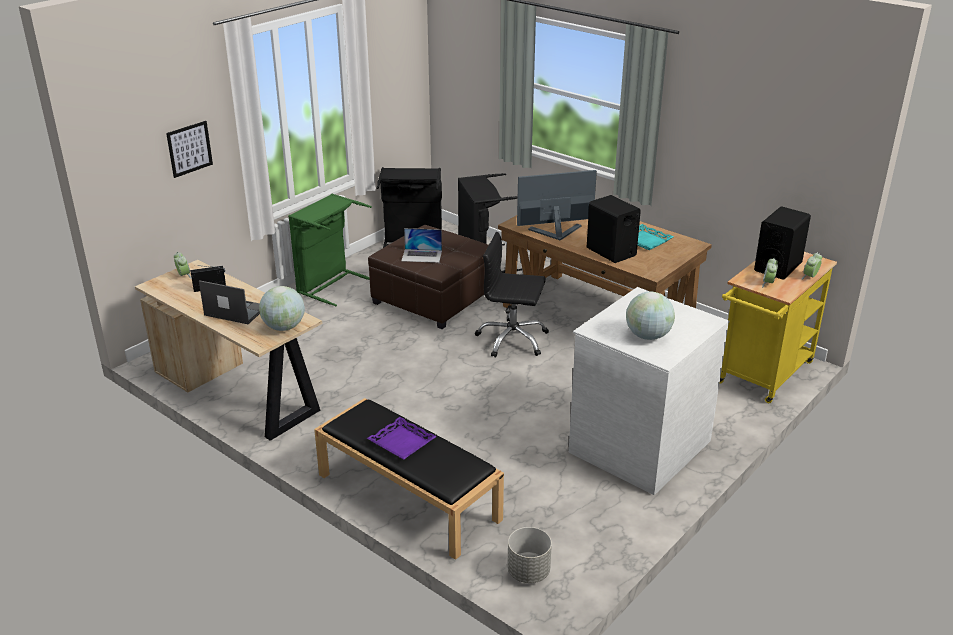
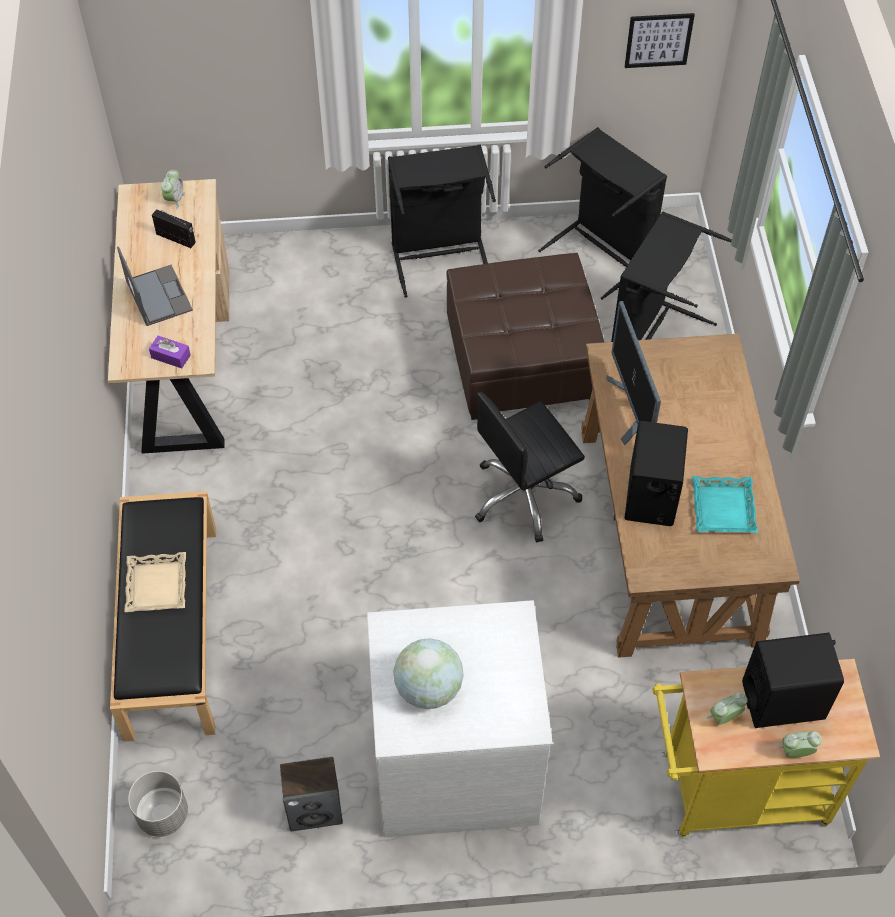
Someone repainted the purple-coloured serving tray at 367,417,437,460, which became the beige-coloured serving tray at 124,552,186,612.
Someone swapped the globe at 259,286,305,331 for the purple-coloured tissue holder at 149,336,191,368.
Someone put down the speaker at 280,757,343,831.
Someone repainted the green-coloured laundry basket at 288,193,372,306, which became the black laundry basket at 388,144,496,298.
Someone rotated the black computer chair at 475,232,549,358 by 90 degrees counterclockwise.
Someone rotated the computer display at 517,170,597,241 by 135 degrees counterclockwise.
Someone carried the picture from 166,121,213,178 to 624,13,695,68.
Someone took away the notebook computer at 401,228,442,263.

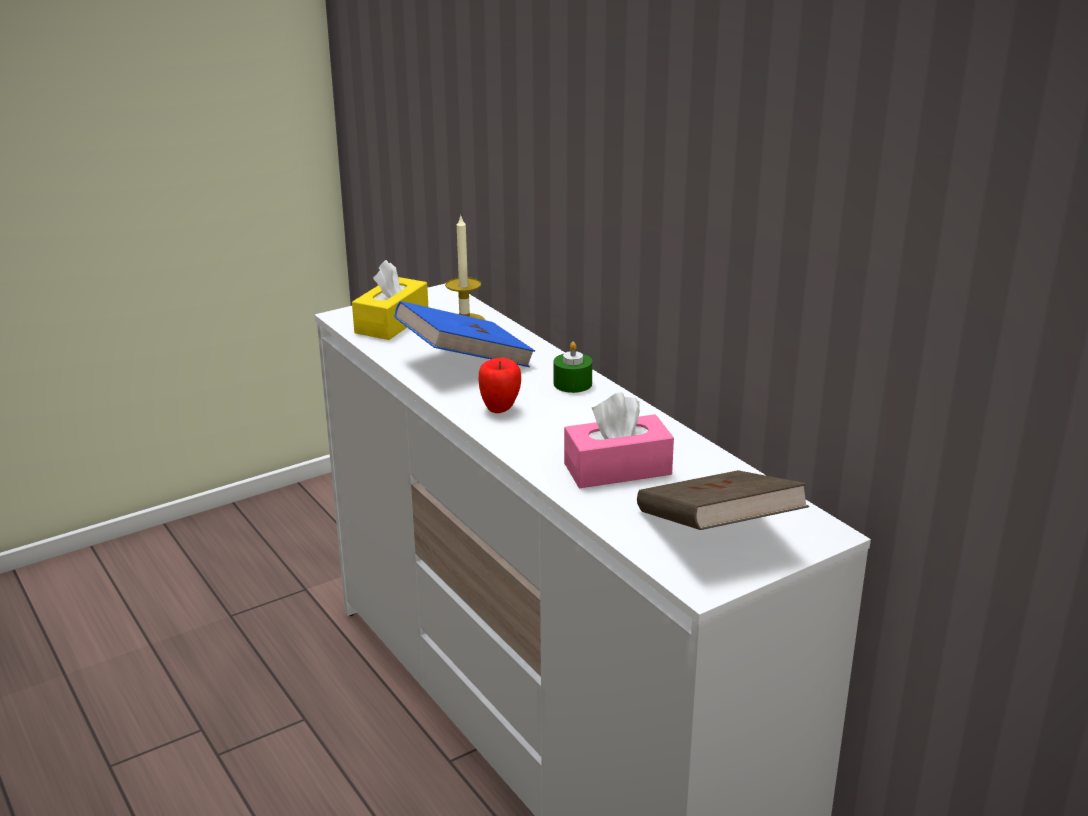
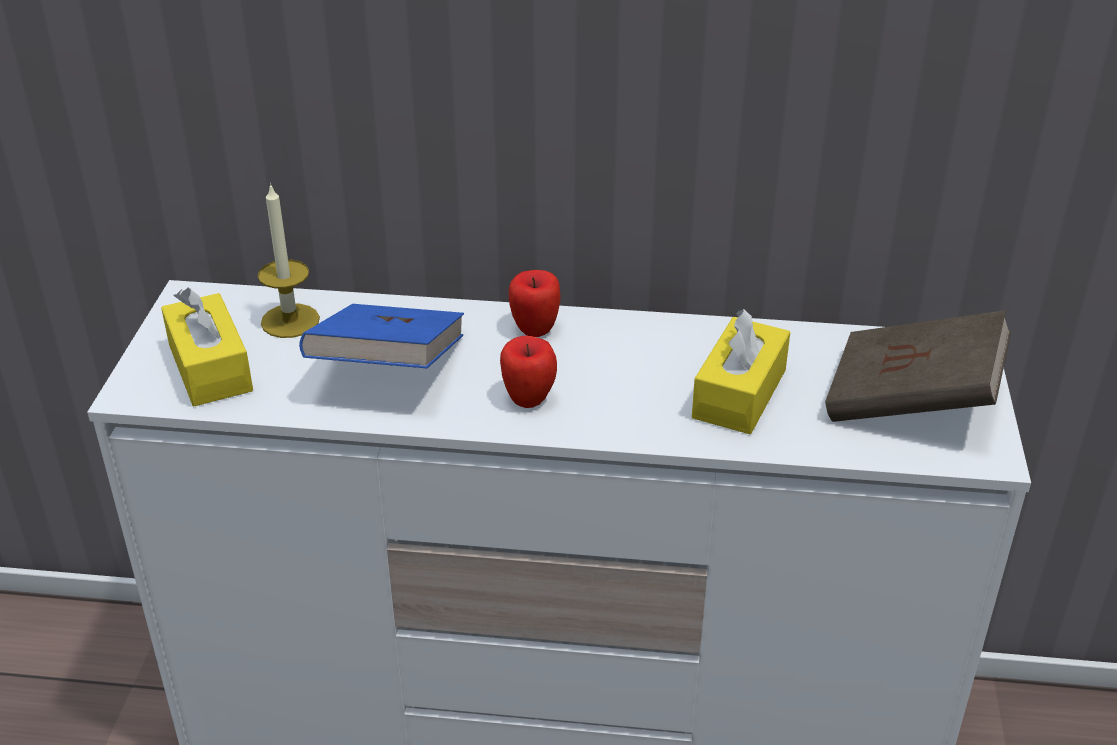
Someone swapped the green-coloured candle at 554,341,592,393 for the apple fruit at 509,270,560,337.
Someone repainted the pink tissue holder at 564,392,674,488, which became the yellow-coloured tissue holder at 692,309,790,434.

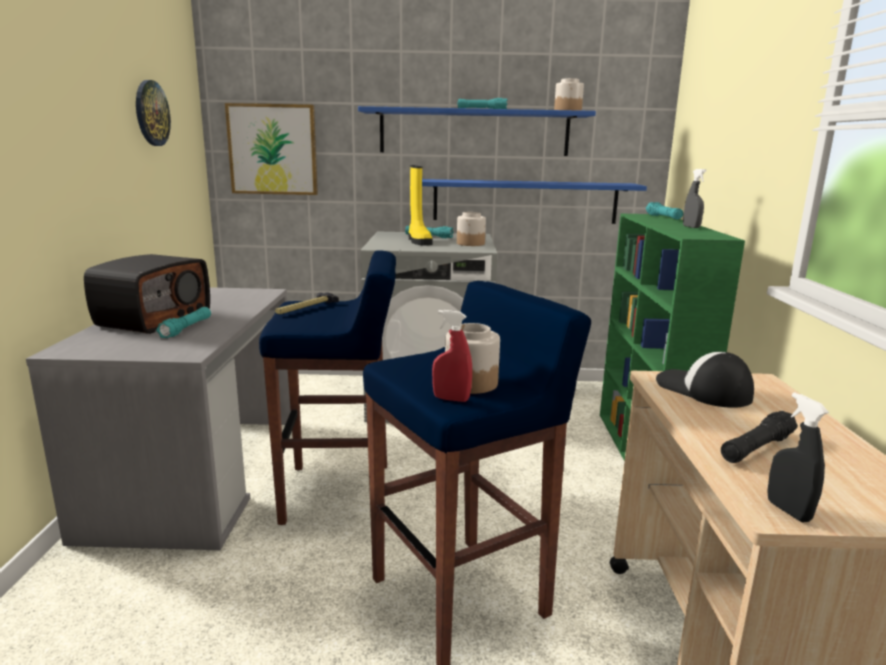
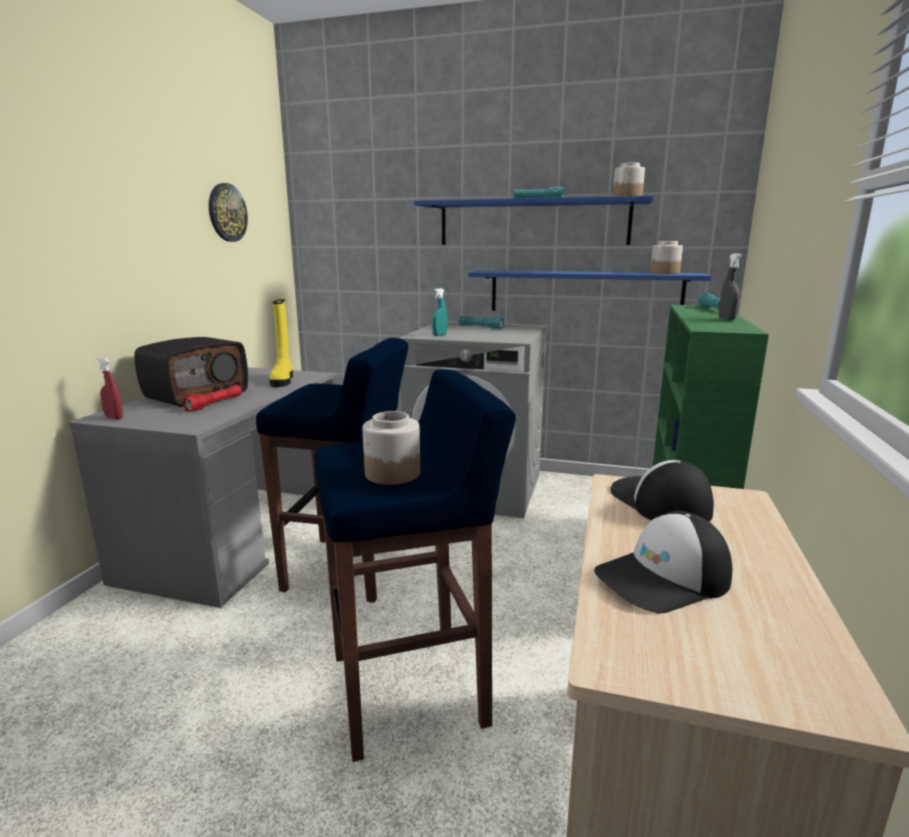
Someone carried the red-coloured sprayer from 432,310,472,402 to 96,357,123,419.
Someone repainted the turquoise-coloured torch at 156,307,211,338, which became the red-coloured torch at 182,385,242,411.
Someone carried the yellow-coloured tall boot from 408,165,433,246 to 269,299,293,387.
Someone put down the turquoise-coloured sprayer at 432,288,447,336.
Someone swapped the black torch at 721,411,798,463 for the cap at 594,511,732,614.
Someone carried the storage jar from 457,212,486,246 to 650,241,683,274.
Someone took away the picture at 225,103,318,195.
Someone took away the hand hammer at 275,292,339,314.
Someone took away the black sprayer at 767,393,829,523.

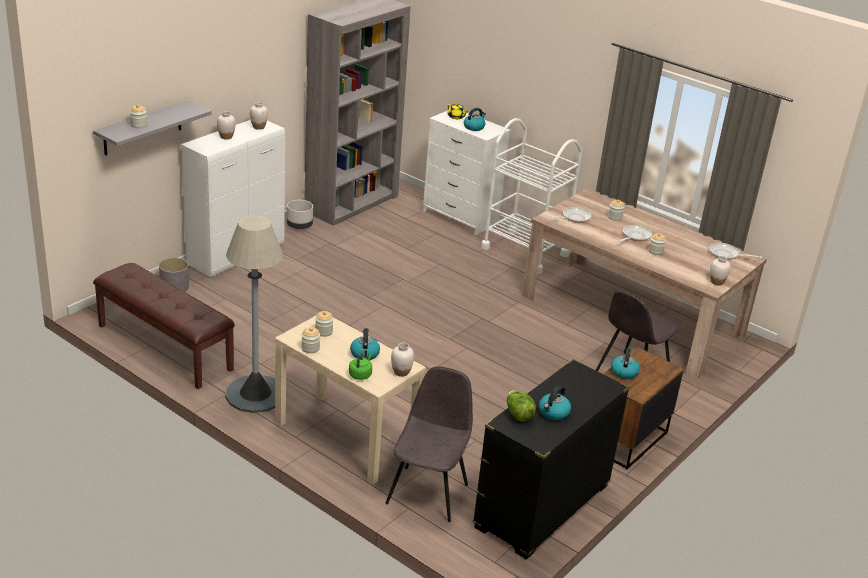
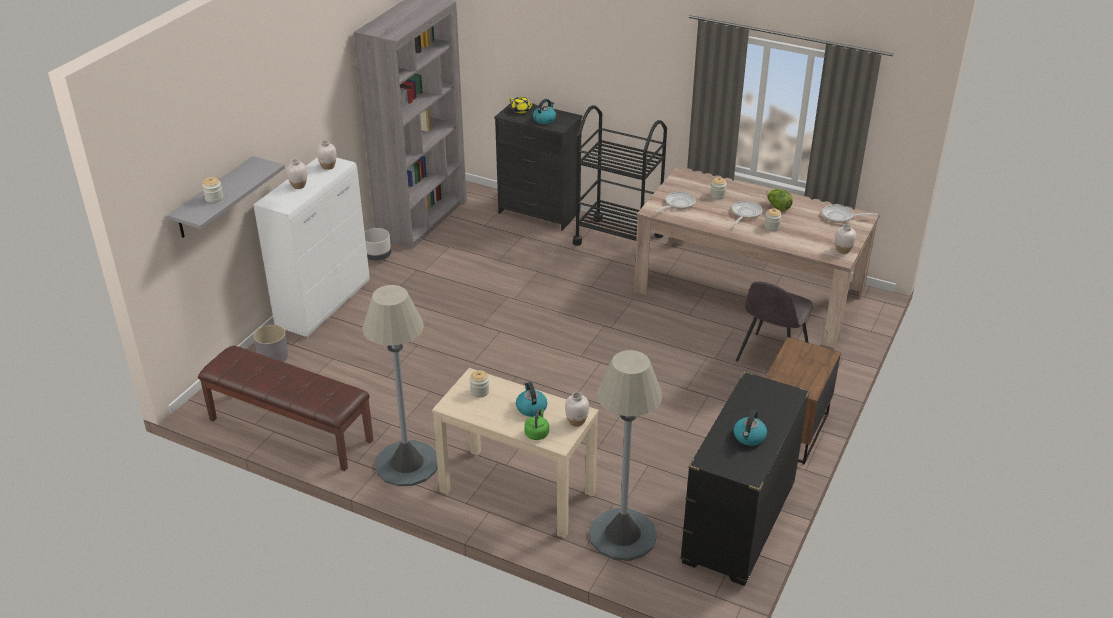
Someone repainted the whitish drawer chest at 423,111,511,235, which became the black drawer chest at 494,101,582,231.
Someone repainted the whitish wheeled cart at 481,118,583,274, which became the black wheeled cart at 573,105,667,259.
Someone swapped the gray chair at 386,366,473,522 for the gray standard lamp at 589,350,662,561.
Someone carried the head of lettuce from 507,390,536,421 to 766,189,793,211.
Someone took away the storage jar at 301,327,320,353.
Someone took away the kettle at 611,348,640,379.

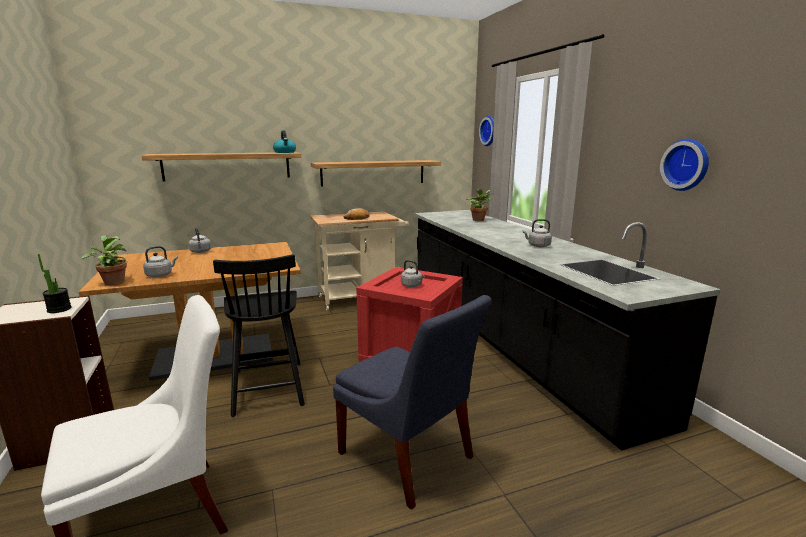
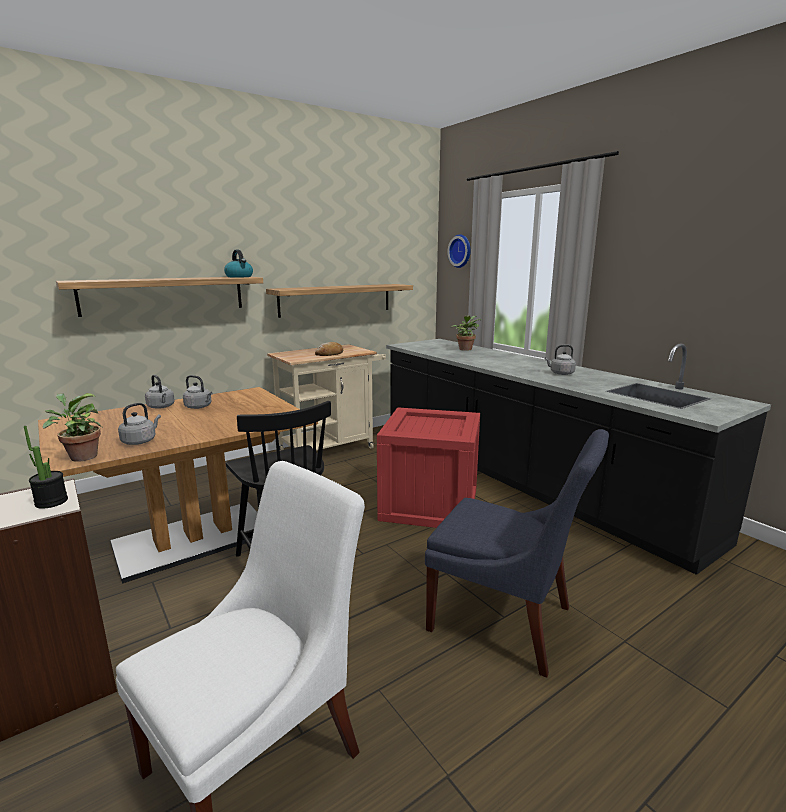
Someone carried the gray kettle from 401,260,425,287 to 183,375,213,409.
Someone took away the clock on the wall at 660,139,709,191.

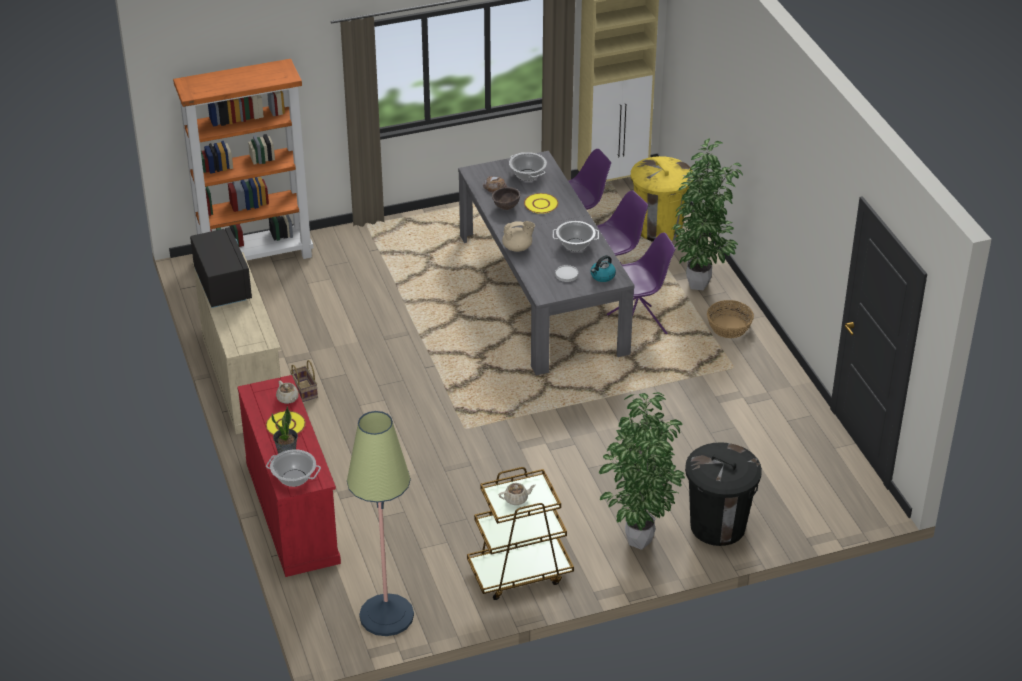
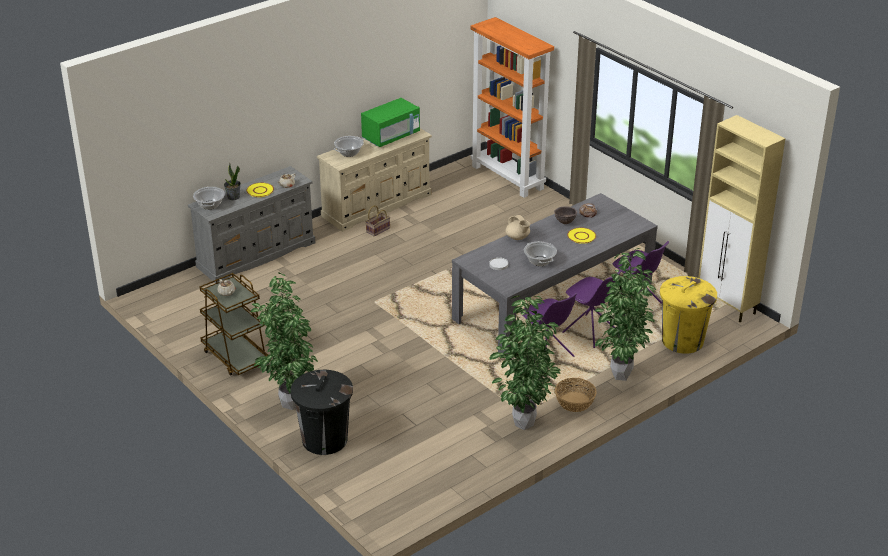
Someone repainted the red-coloured drawer chest at 237,375,341,577, which became the gray drawer chest at 188,166,316,283.
Someone carried the stockpot from 509,152,547,181 to 334,136,364,157.
Someone repainted the black microwave at 190,227,252,308, which became the green-coloured microwave at 361,98,420,147.
Someone put down the plant in a pot at 489,295,561,430.
Someone took away the standard lamp at 347,411,414,636.
Someone took away the kettle at 591,255,616,282.

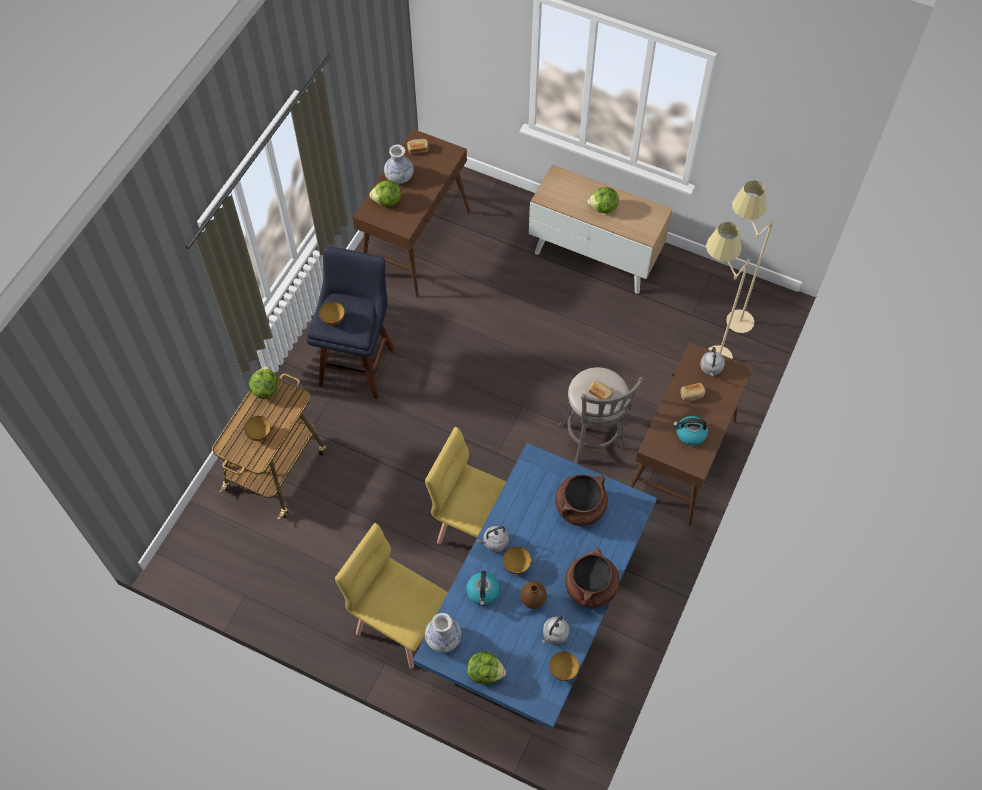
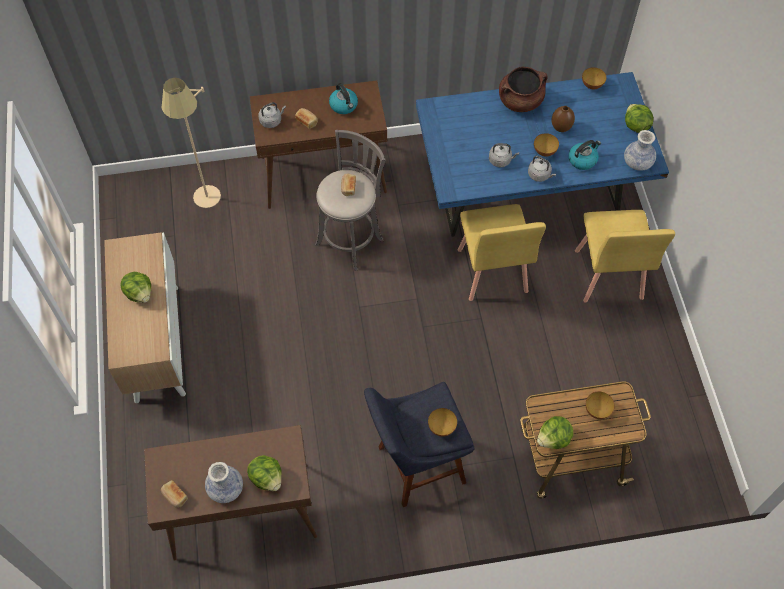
Someone carried the gray kettle from 542,616,570,645 to 489,143,519,167.
Someone took away the brown stockpot at 555,475,608,526.
Someone took away the beige-coloured standard lamp at 726,180,774,333.

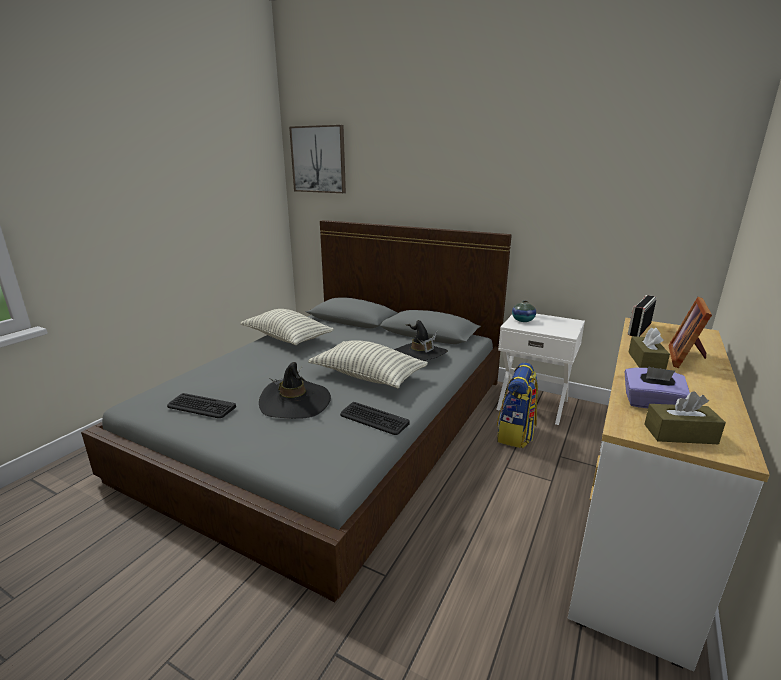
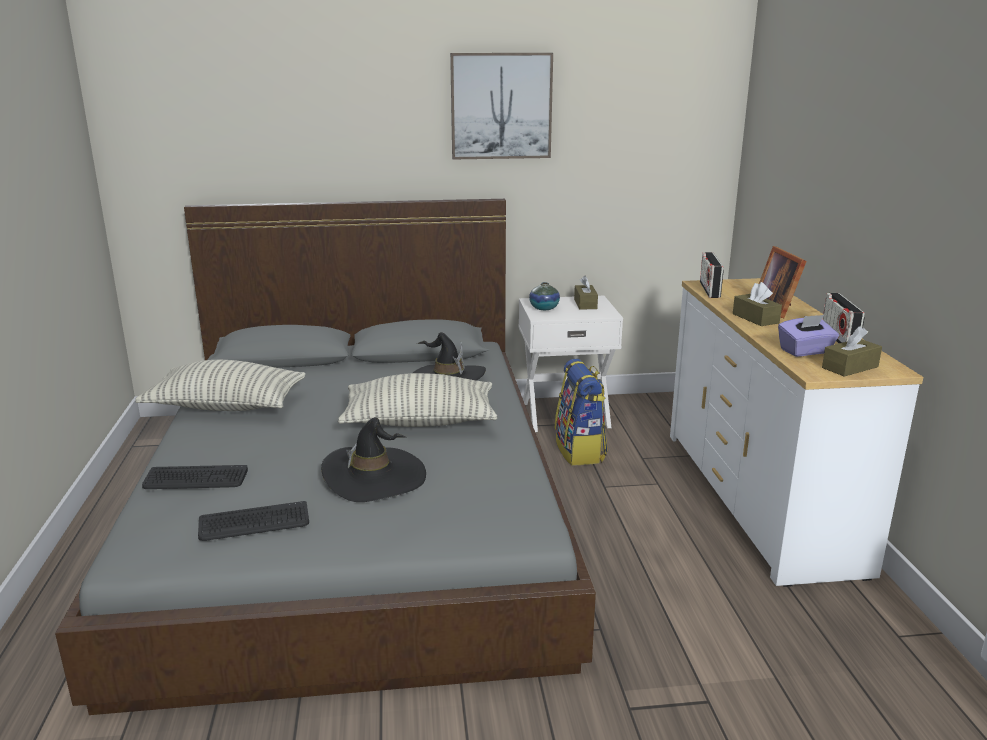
Someone carried the PC keyboard from 340,402,410,435 to 142,465,248,489.
Someone carried the picture from 289,125,346,193 to 450,53,553,159.
Someone put down the brown tissue holder at 574,276,598,309.
Someone put down the radio receiver at 822,293,865,344.

